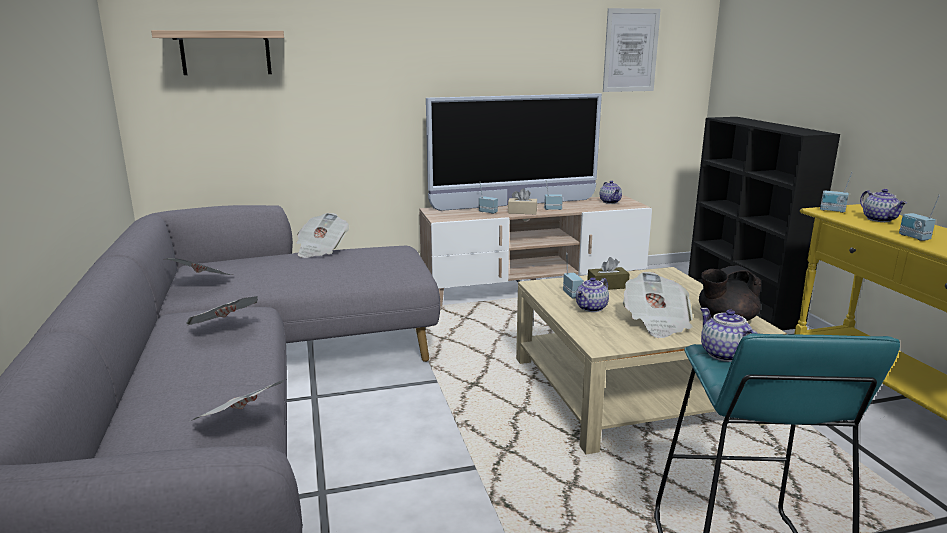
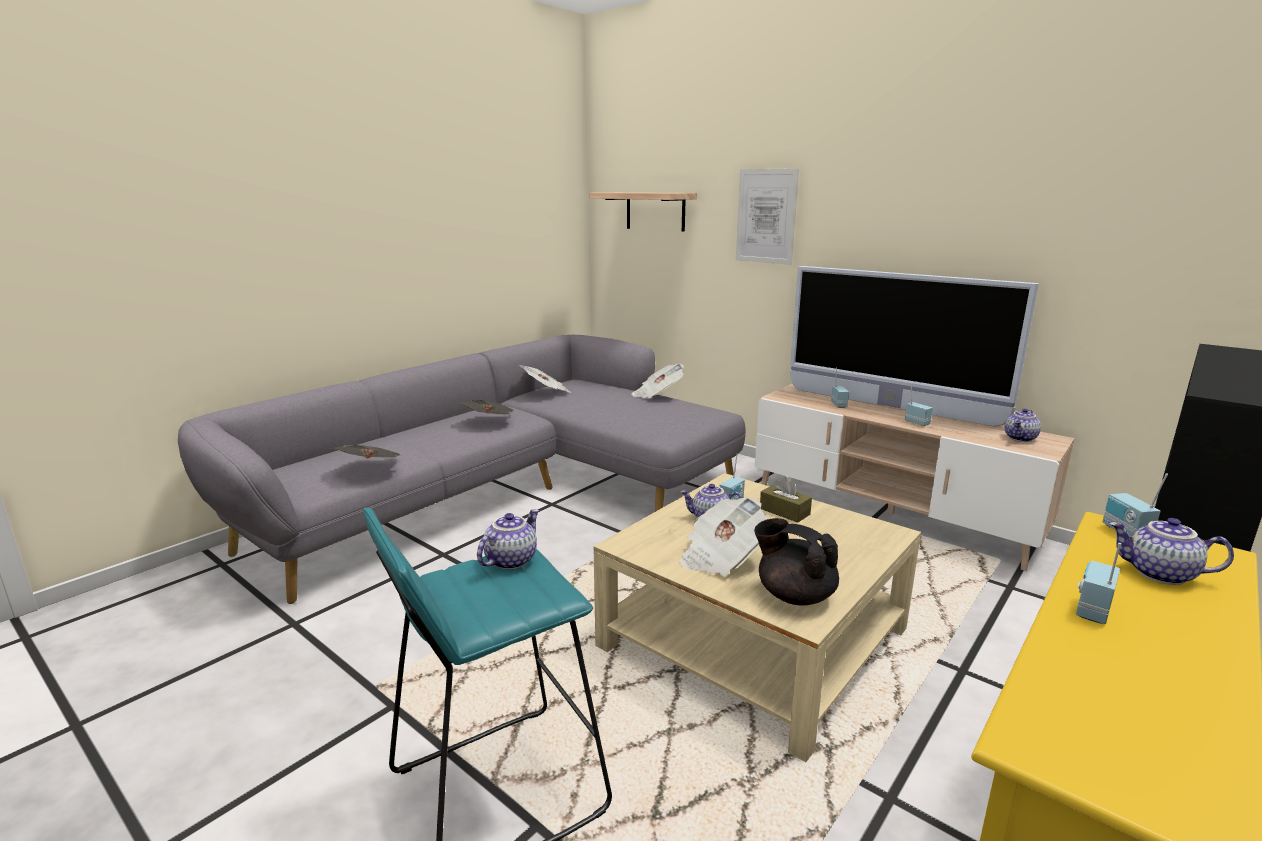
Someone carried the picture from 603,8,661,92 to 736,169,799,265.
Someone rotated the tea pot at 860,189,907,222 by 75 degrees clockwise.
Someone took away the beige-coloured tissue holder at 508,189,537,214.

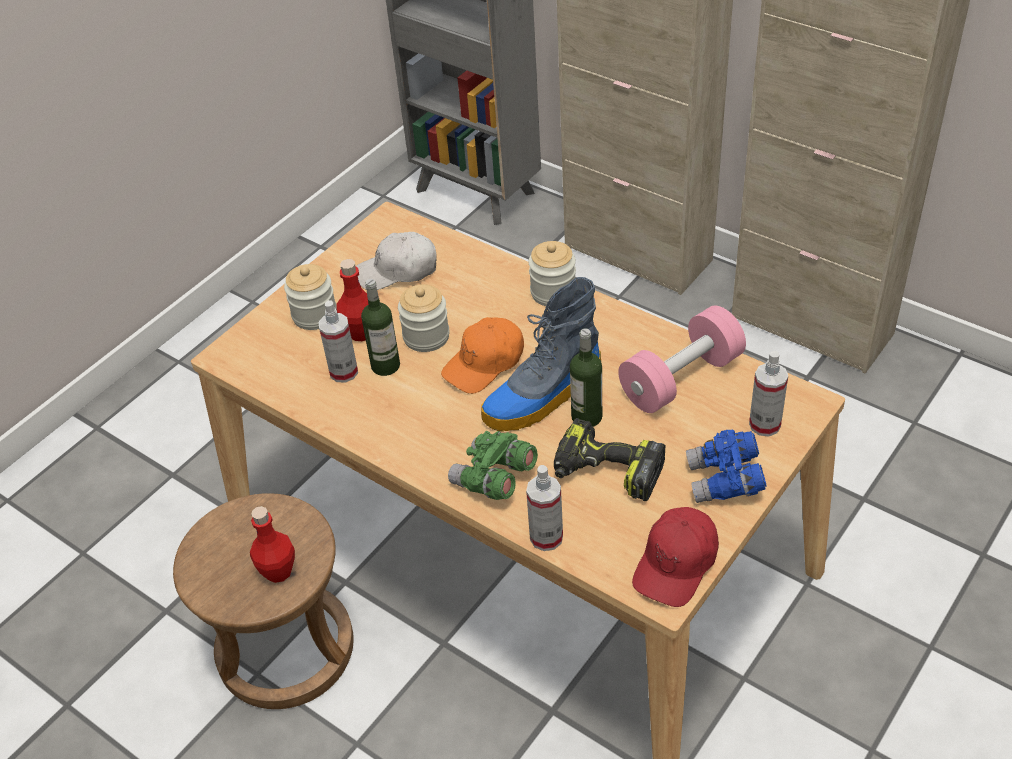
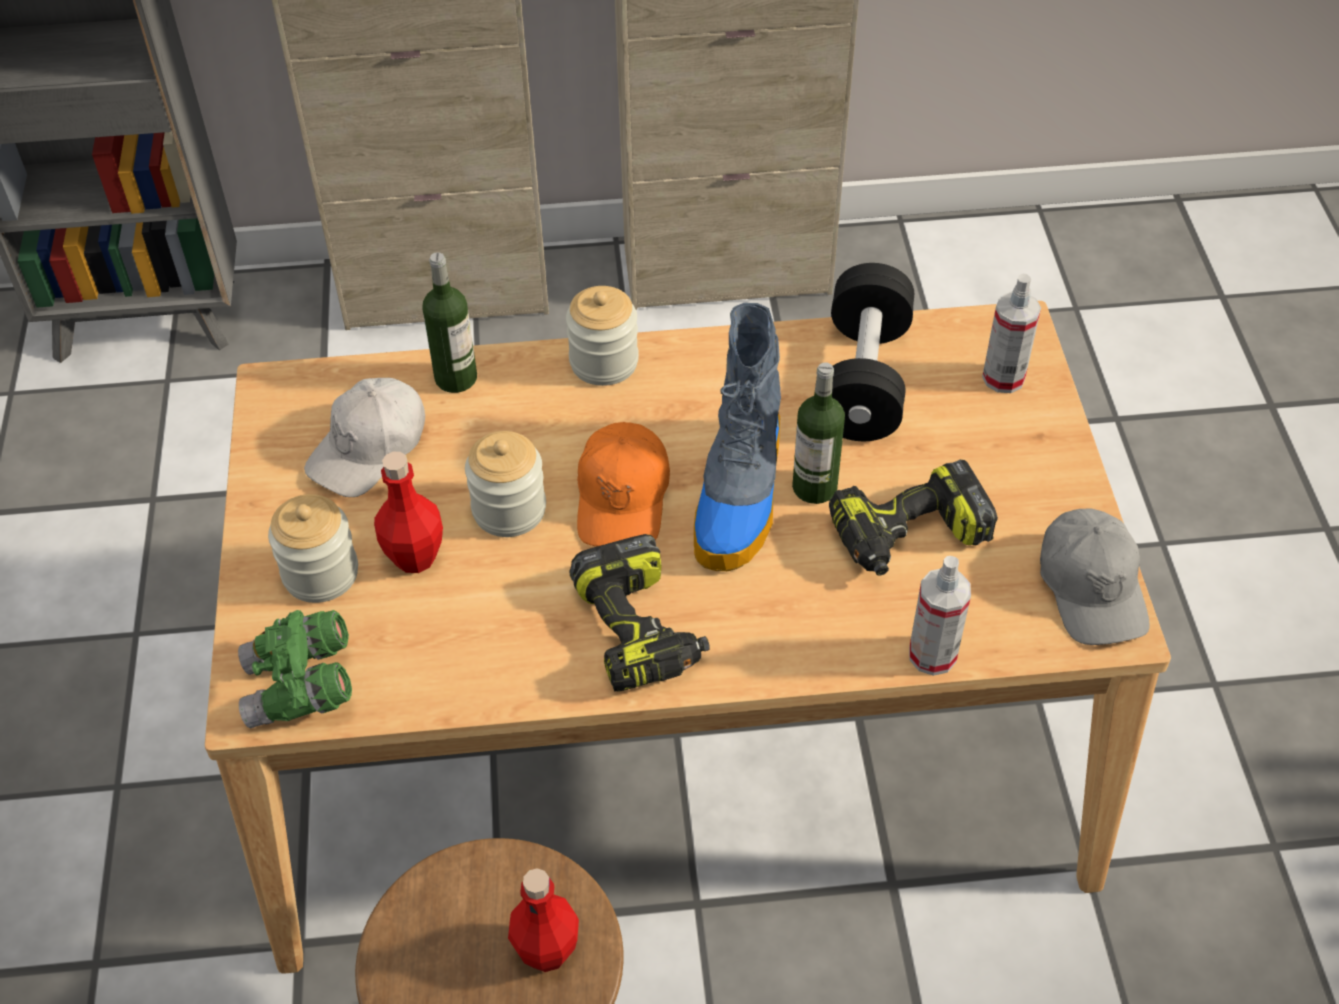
Someone carried the green-coloured field glasses from 448,431,538,500 to 238,610,352,729.
Someone carried the drink bottle from 361,279,400,376 to 422,252,477,393.
Someone put down the power drill at 569,534,710,692.
Someone repainted the pink free weight at 618,306,746,413, which became the black free weight at 831,263,914,441.
Someone repainted the red-coloured cap at 632,507,719,607, which became the gray cap at 1040,508,1150,645.
Someone took away the sprayer at 318,300,358,383.
Someone took away the bluish field glasses at 686,430,767,503.

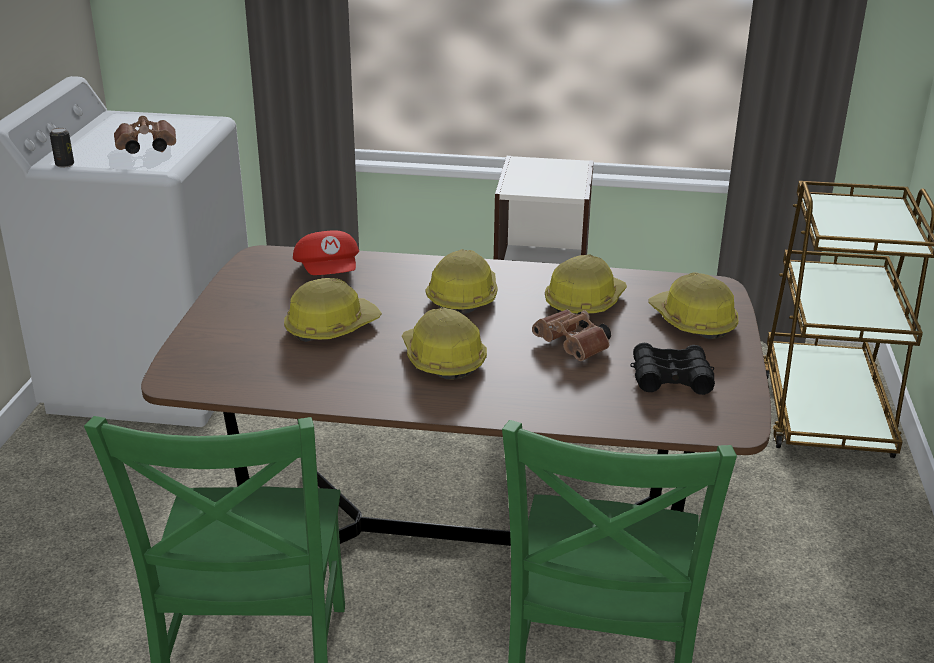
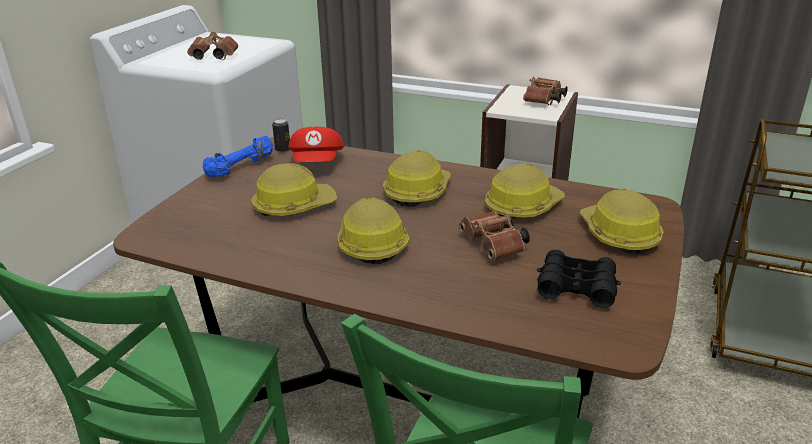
Someone put down the bluish free weight at 203,135,273,178.
Someone carried the sealed can from 50,128,74,168 to 272,119,290,152.
Someone put down the brown field glasses at 523,77,568,105.

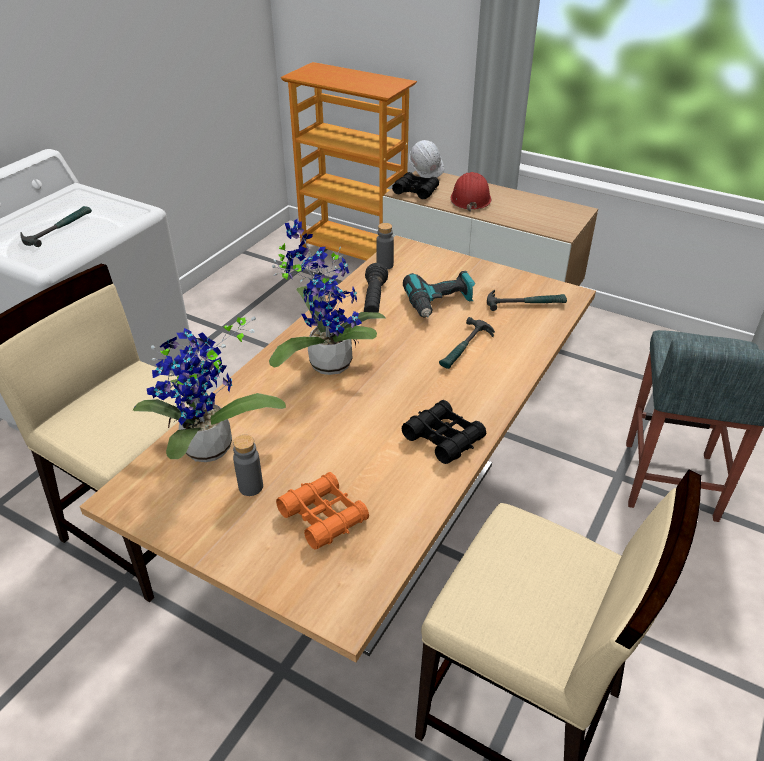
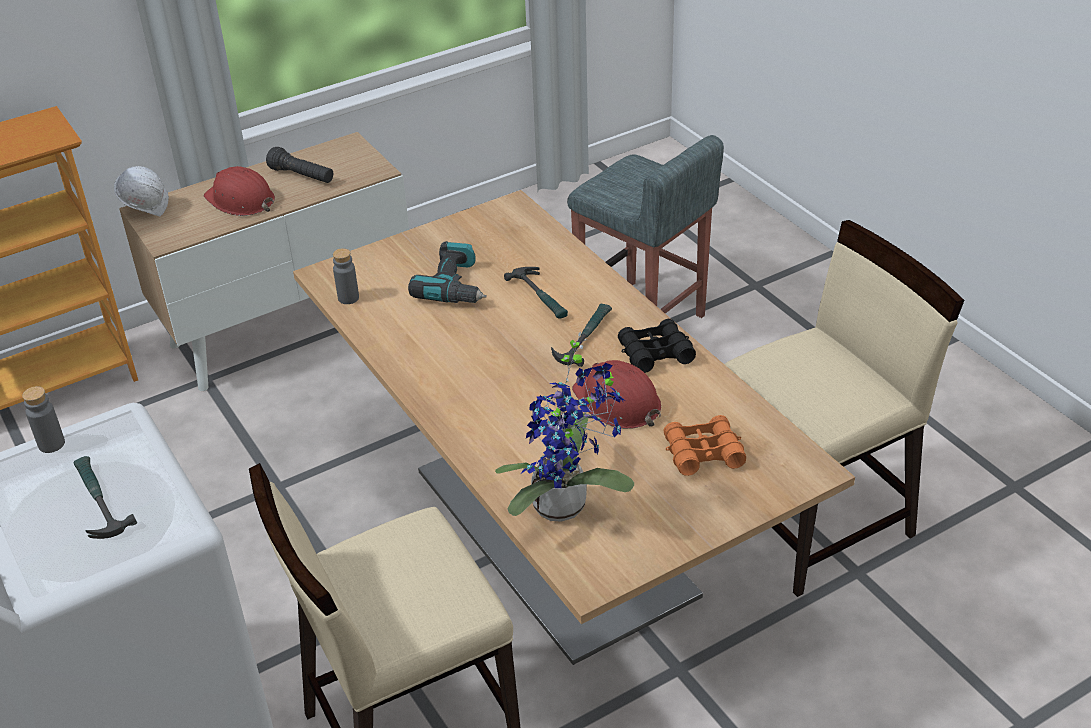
Someone carried the gray drink bottle from 233,435,263,496 to 22,386,65,453.
Someone carried the black torch from 364,263,388,313 to 266,147,333,183.
Someone carried the hand hammer from 487,290,567,311 to 551,304,612,367.
Someone put down the red-coloured hard hat at 572,360,661,429.
Someone took away the plant in a pot at 269,218,385,375.
Someone took away the black field glasses at 392,172,439,199.

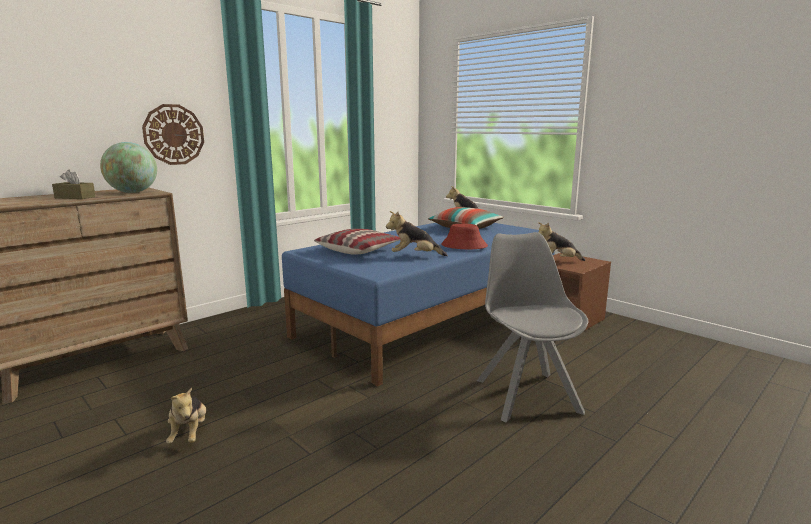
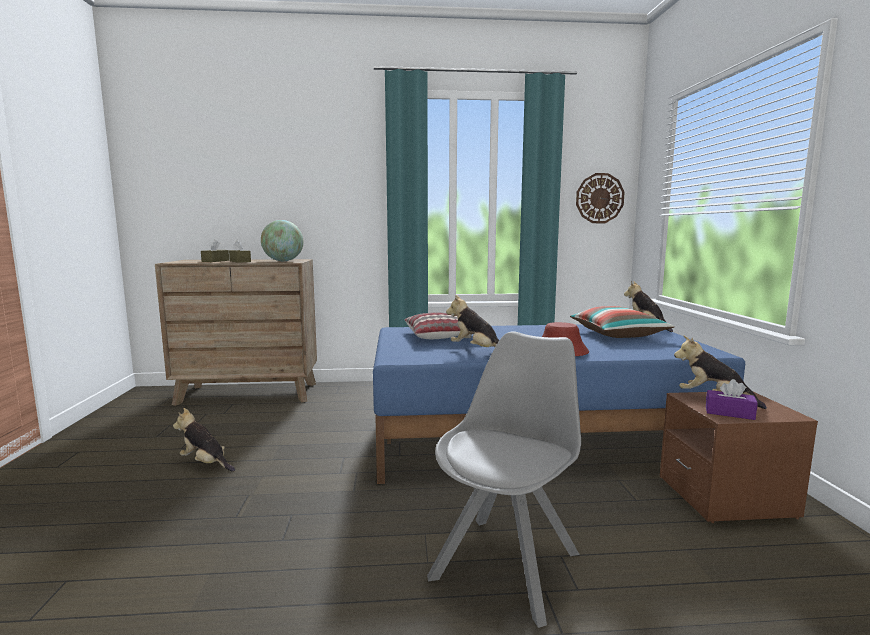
Someone rotated the plush toy at 166,387,206,443 by 90 degrees clockwise.
Someone put down the brown tissue holder at 201,240,229,262.
Someone carried the clock on the wall from 142,104,204,165 to 576,173,625,223.
Someone put down the purple-coloured tissue holder at 706,379,758,420.

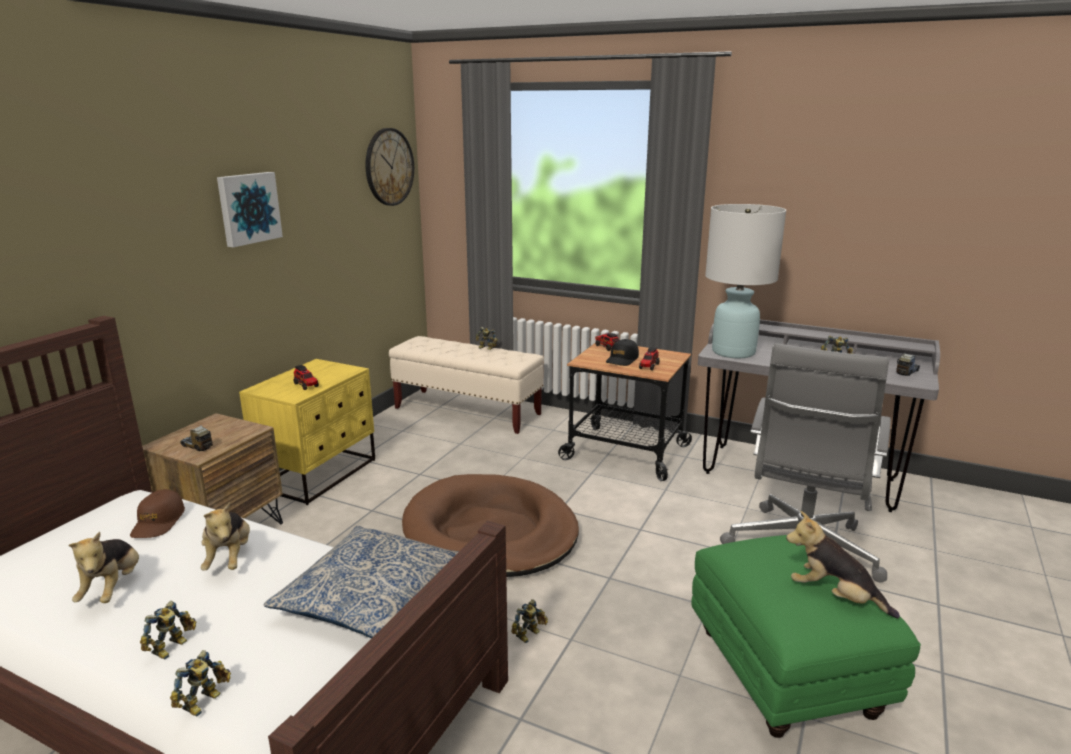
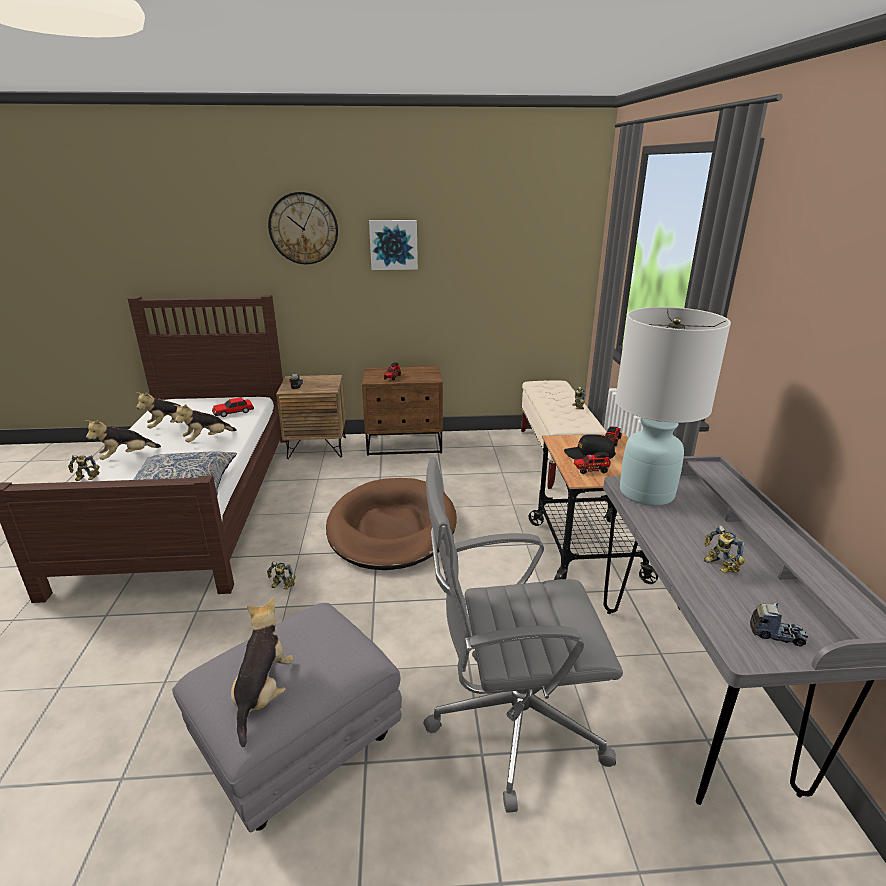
Someone swapped the robot figure at 140,601,196,659 for the plush toy at 85,420,161,460.
Someone repainted the green-coloured pouffe at 691,535,921,738, which became the gray pouffe at 172,603,402,832.
Someone swapped the brown cap at 130,489,185,538 for the miniature car at 212,398,254,417.
Someone carried the clock on the wall from 365,128,414,206 to 268,192,338,264.
Someone repainted the yellow-coloured night table at 239,359,375,505, which became the brown night table at 362,366,443,456.

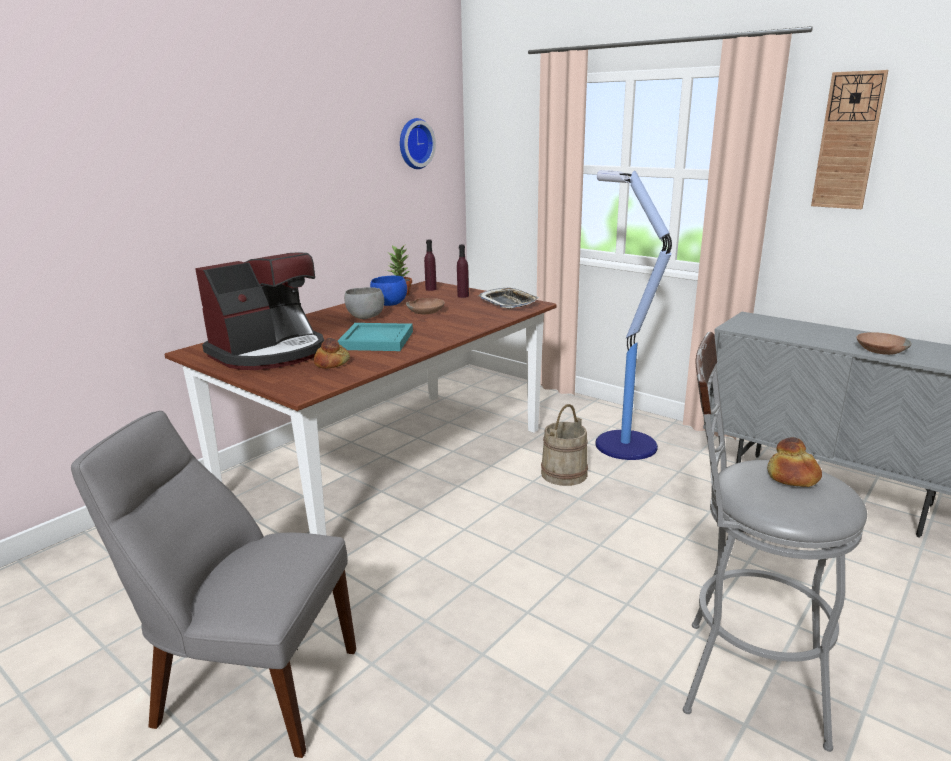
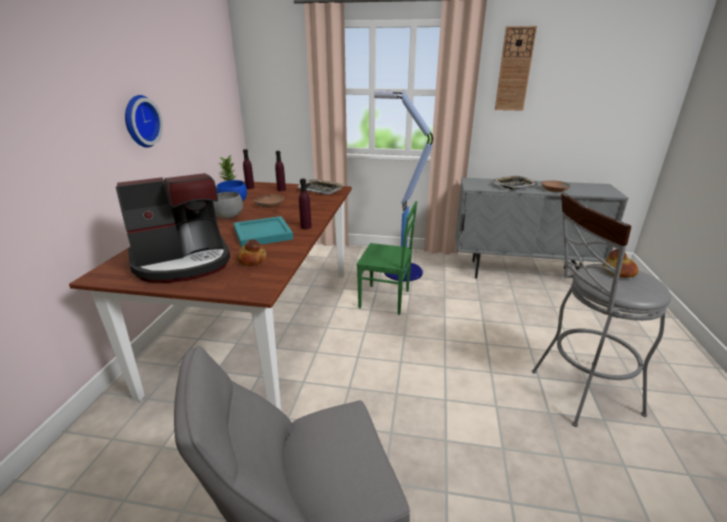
Someone rotated the coffee machine at 195,252,324,370 by 45 degrees clockwise.
Someone carried the clock on the wall from 400,118,436,169 to 125,95,163,148.
Someone put down the purple-coloured drink bottle at 299,179,312,229.
Someone swapped the beige-coloured pail at 541,404,588,486 for the green-coloured chair at 357,201,417,315.
Someone put down the serving tray at 493,175,538,189.

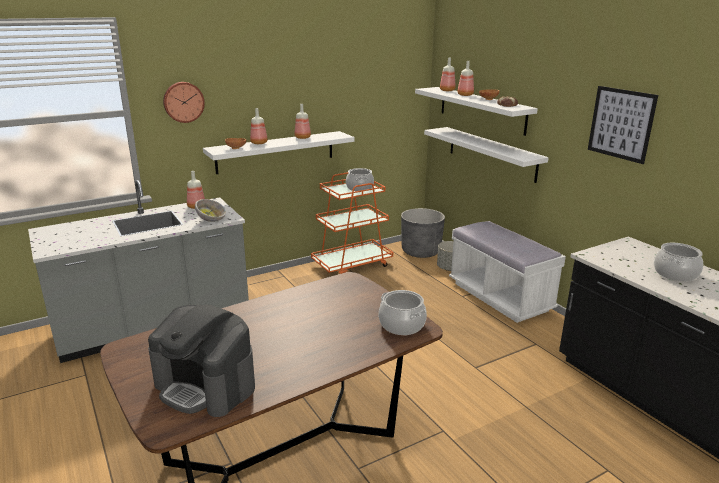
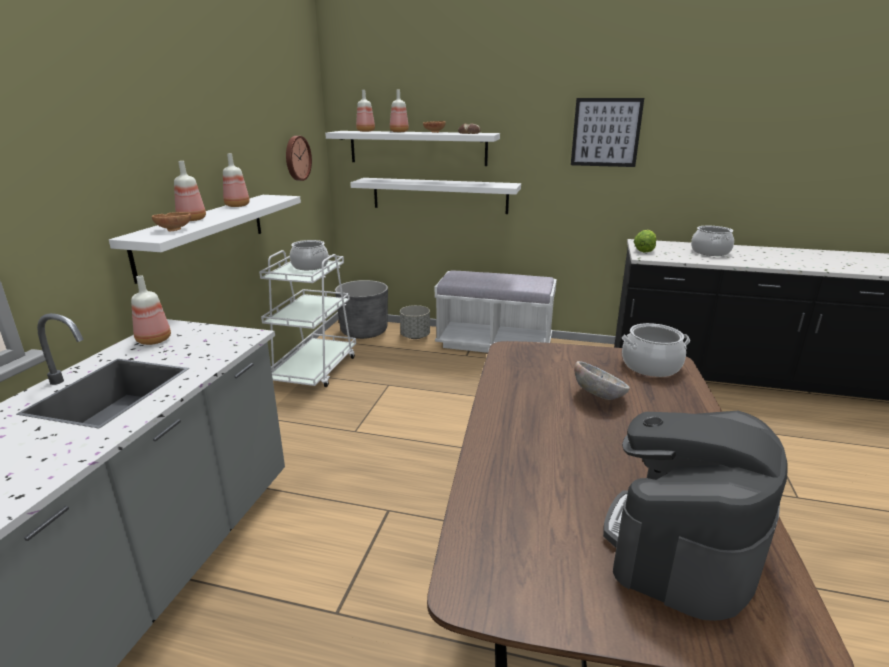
Someone repainted the orangey wheeled cart at 311,172,393,274, which became the whitish wheeled cart at 259,250,356,387.
Someone carried the clock on the wall from 163,82,205,123 to 286,136,312,181.
Someone carried the bowl from 195,199,226,222 to 574,361,630,400.
Someone rotated the coffee machine at 148,304,255,417 by 135 degrees clockwise.
Someone put down the head of lettuce at 634,230,656,252.

